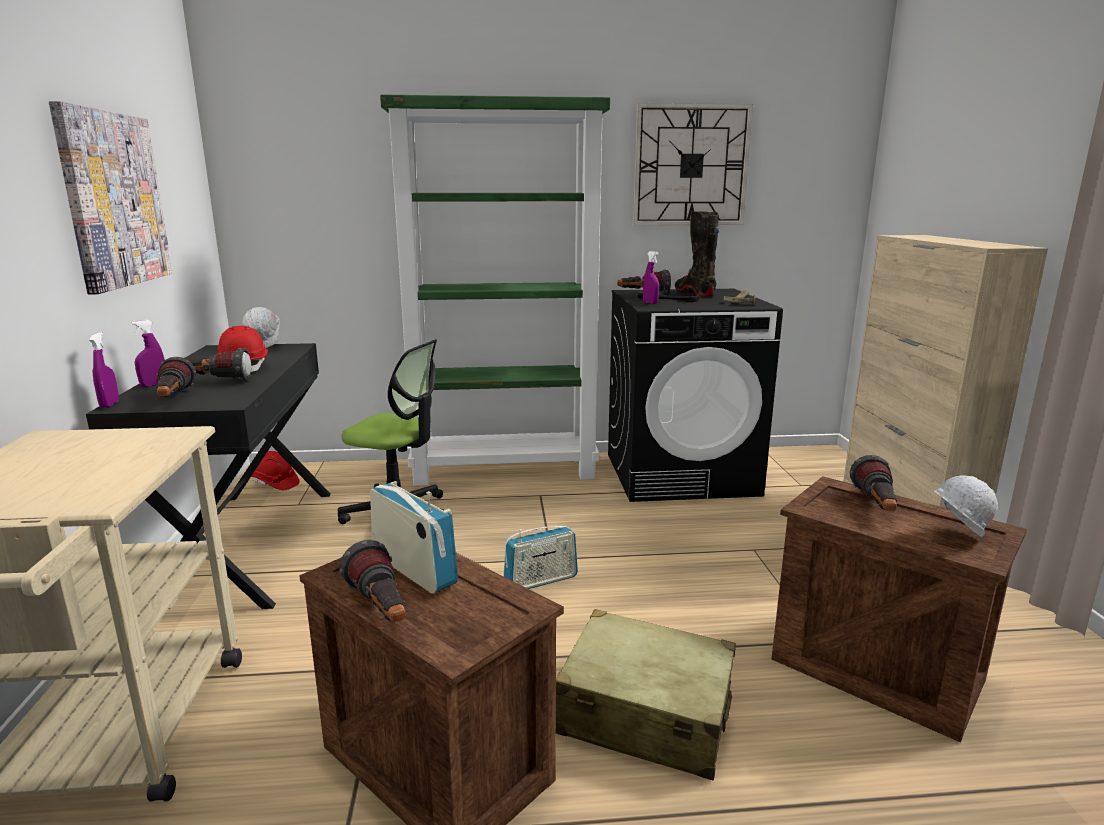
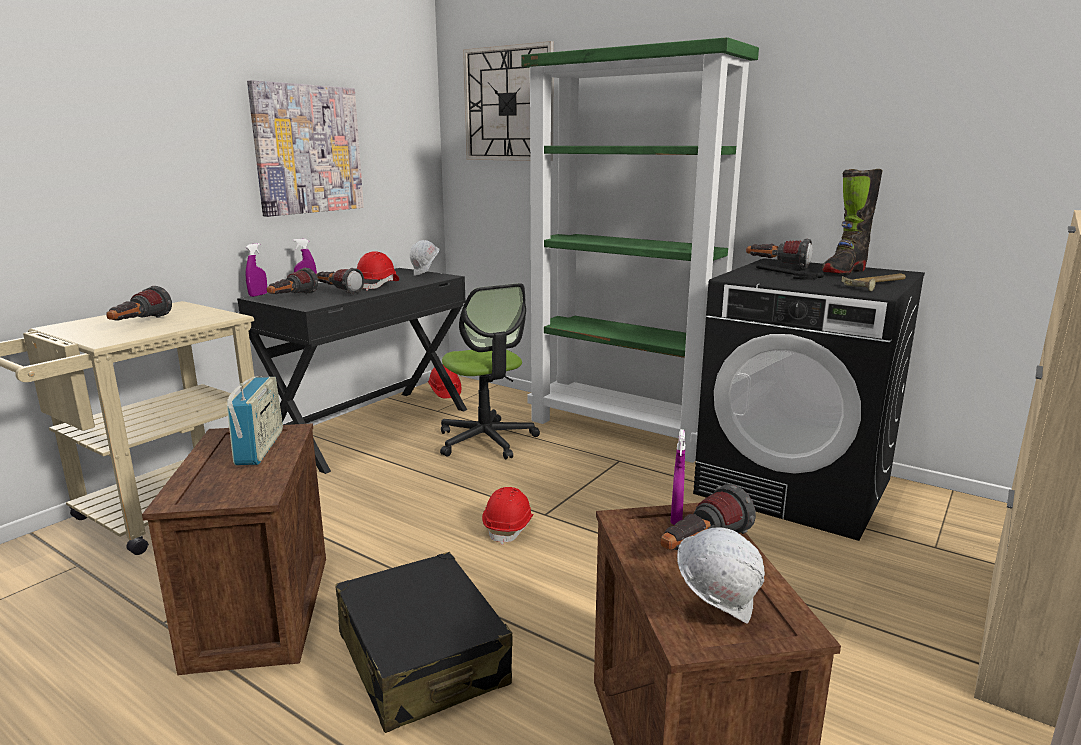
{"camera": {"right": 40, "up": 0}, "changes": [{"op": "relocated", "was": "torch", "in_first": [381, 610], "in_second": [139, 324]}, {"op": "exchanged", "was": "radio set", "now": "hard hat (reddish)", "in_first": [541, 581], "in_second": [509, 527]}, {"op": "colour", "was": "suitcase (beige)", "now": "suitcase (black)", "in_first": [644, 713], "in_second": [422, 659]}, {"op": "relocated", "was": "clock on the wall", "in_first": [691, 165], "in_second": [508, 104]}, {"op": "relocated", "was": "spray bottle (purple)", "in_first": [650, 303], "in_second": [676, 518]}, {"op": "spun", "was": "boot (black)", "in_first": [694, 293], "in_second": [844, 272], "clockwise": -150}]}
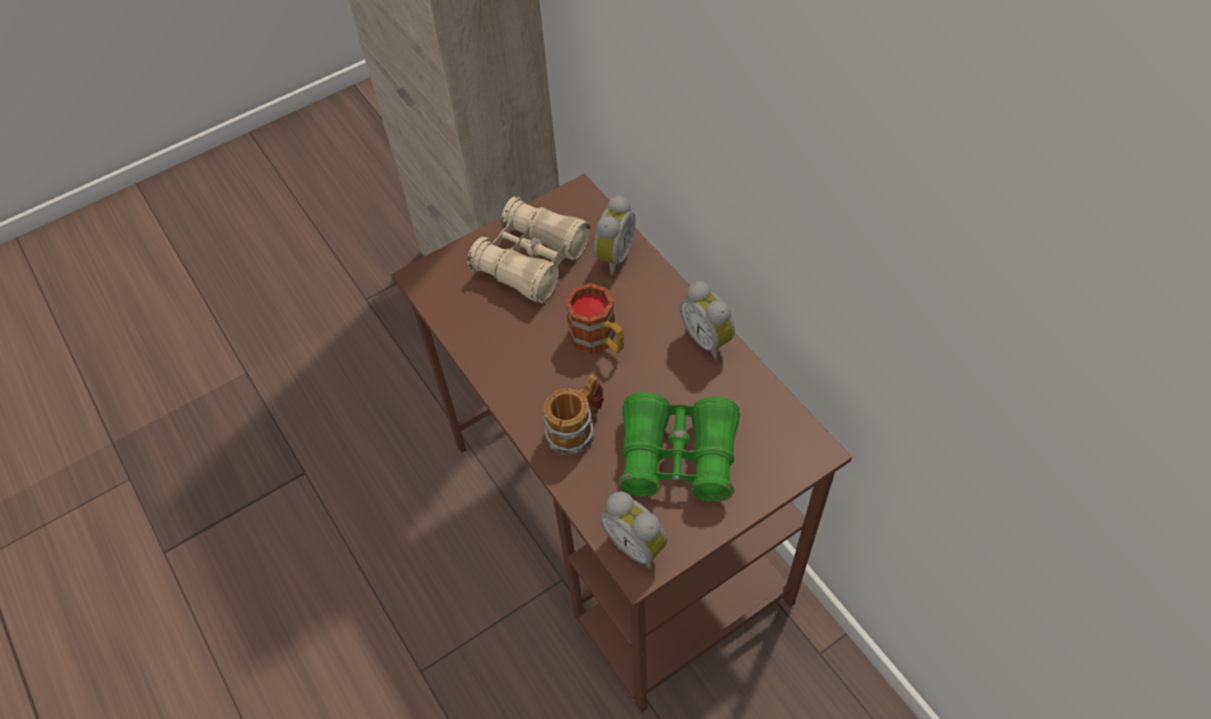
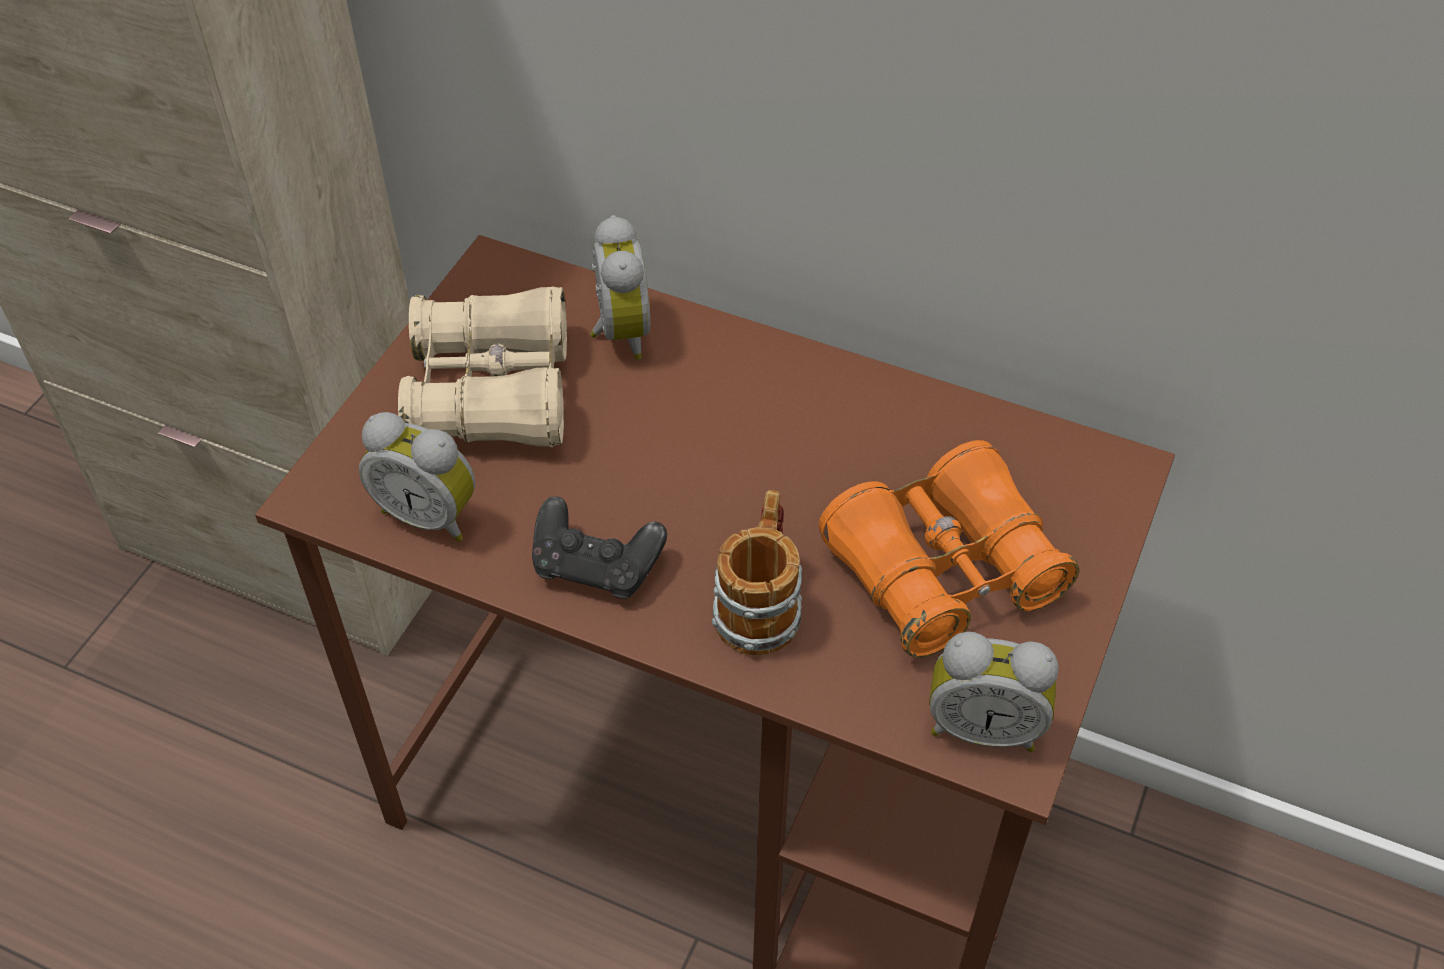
{"camera": {"right": -35, "up": -5}, "changes": [{"op": "missing", "was": "coffee mug", "in_first": [599, 340]}, {"op": "colour", "was": "pair of binoculars (green)", "now": "pair of binoculars (orange-coloured)", "in_first": [678, 457], "in_second": [943, 571]}, {"op": "relocated", "was": "table clock", "in_first": [708, 339], "in_second": [430, 514]}, {"op": "appeared", "now": "joypad (black)", "in_second": [597, 567]}]}
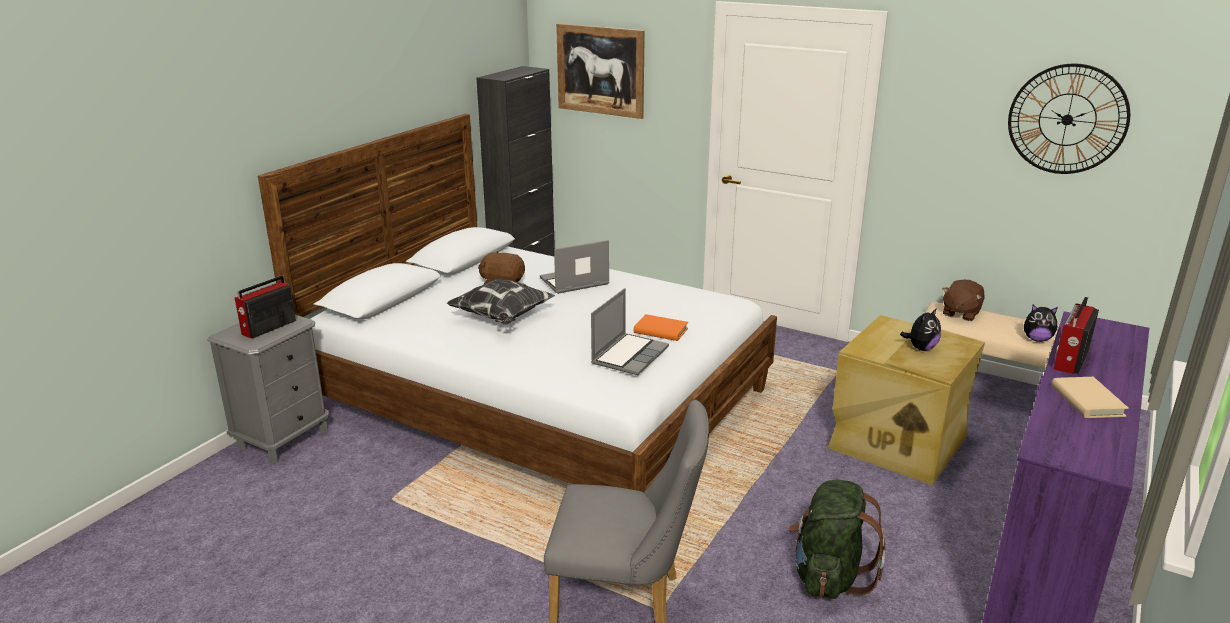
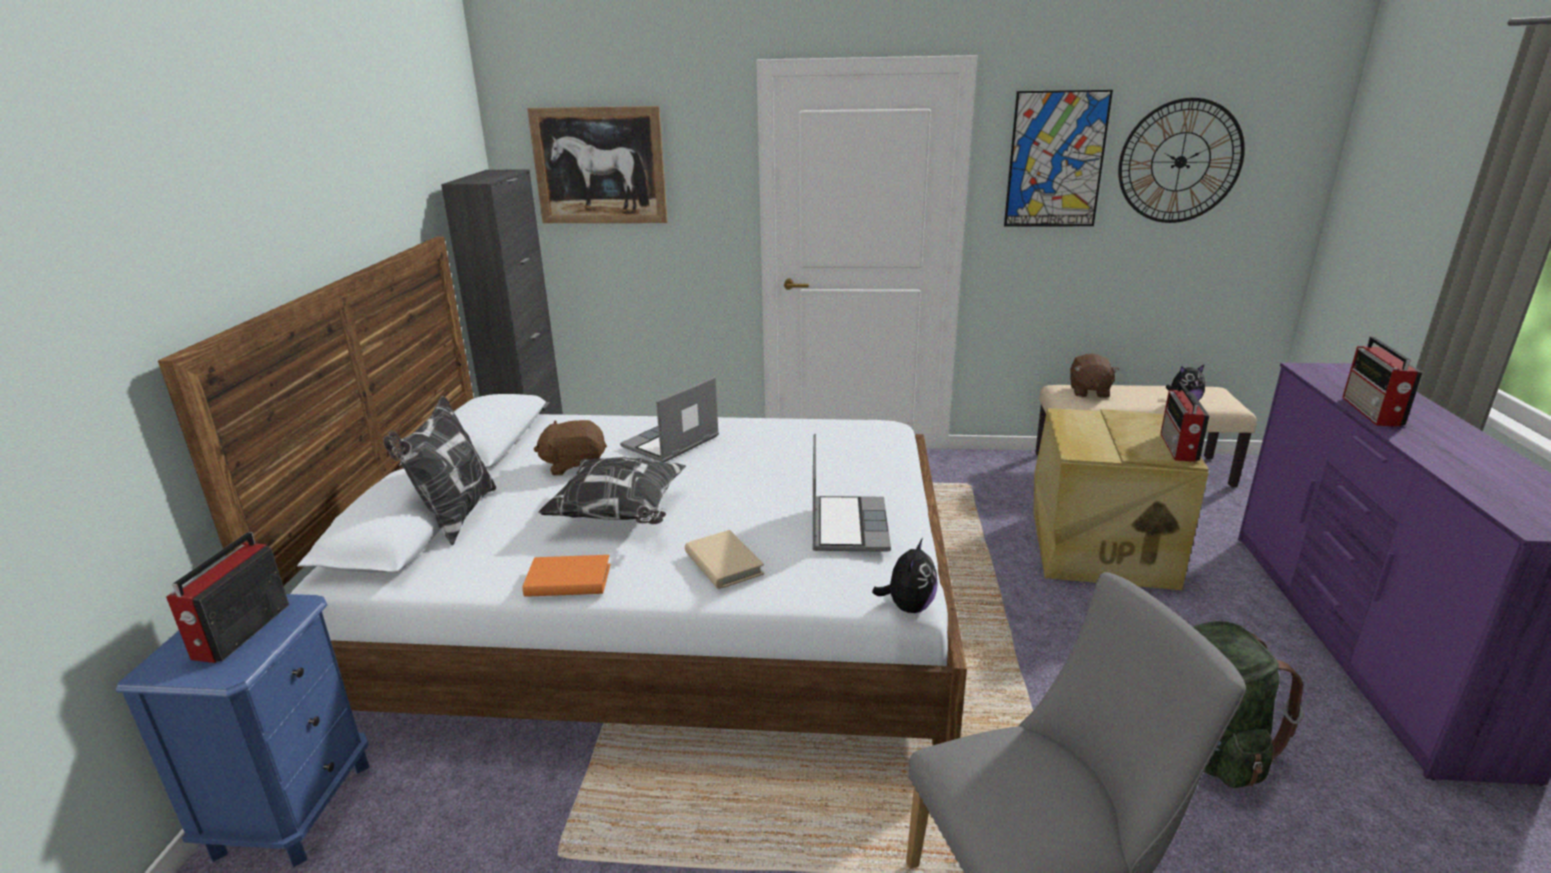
{"camera": {"right": -25, "up": 0}, "changes": [{"op": "colour", "was": "night table (greyish)", "now": "night table (bluish)", "in_first": [284, 439], "in_second": [293, 808]}, {"op": "relocated", "was": "book (orange-coloured)", "in_first": [660, 331], "in_second": [568, 581]}, {"op": "relocated", "was": "plush toy", "in_first": [921, 348], "in_second": [908, 606]}, {"op": "relocated", "was": "book (beige)", "in_first": [1087, 401], "in_second": [723, 563]}, {"op": "appeared", "now": "pillow", "in_second": [455, 517]}, {"op": "appeared", "now": "picture", "in_second": [1056, 160]}, {"op": "appeared", "now": "radio set", "in_second": [1178, 448]}]}
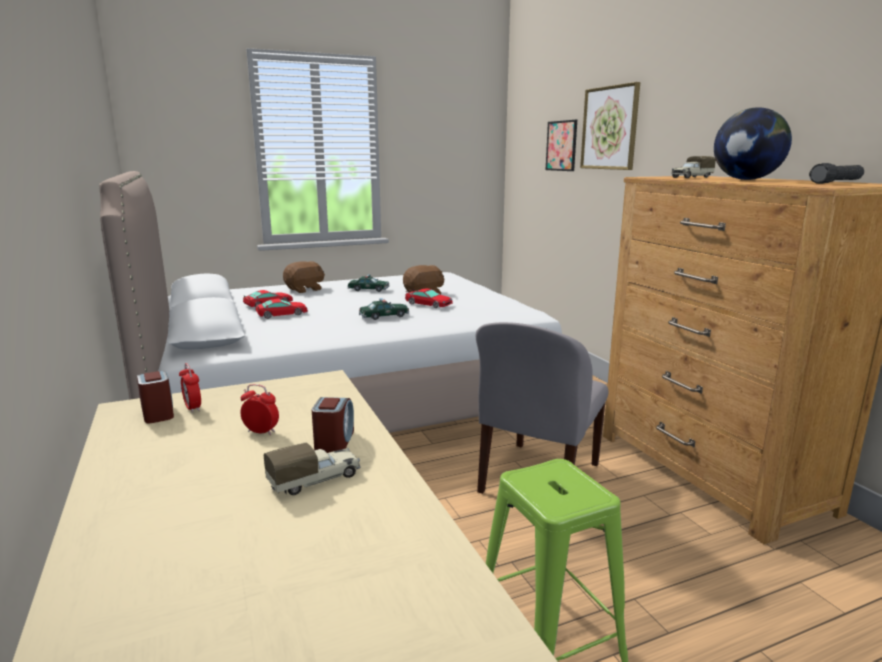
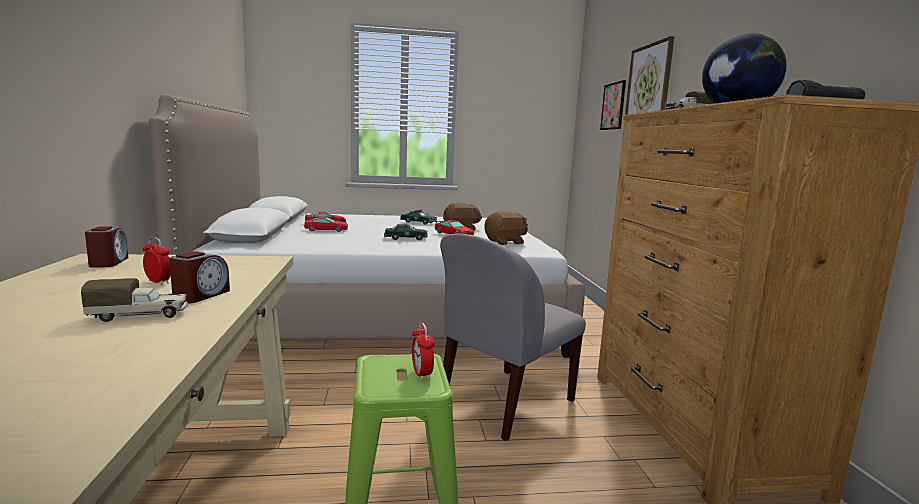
{"camera": {"right": 15, "up": -5}, "changes": [{"op": "relocated", "was": "table clock", "in_first": [193, 408], "in_second": [422, 374]}, {"op": "relocated", "was": "plush toy (brown-coloured)", "in_first": [305, 290], "in_second": [505, 242]}]}
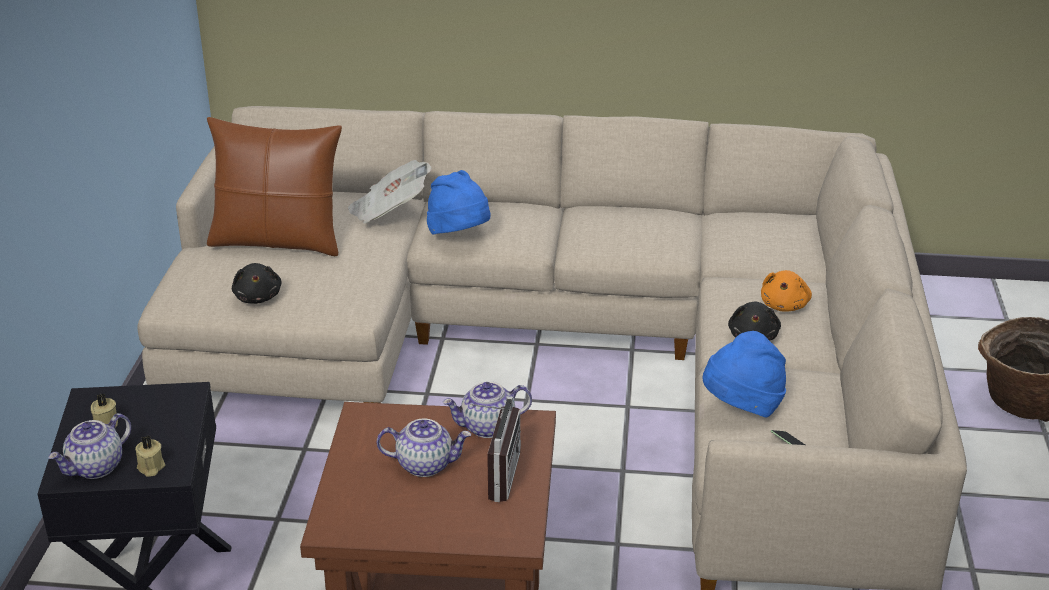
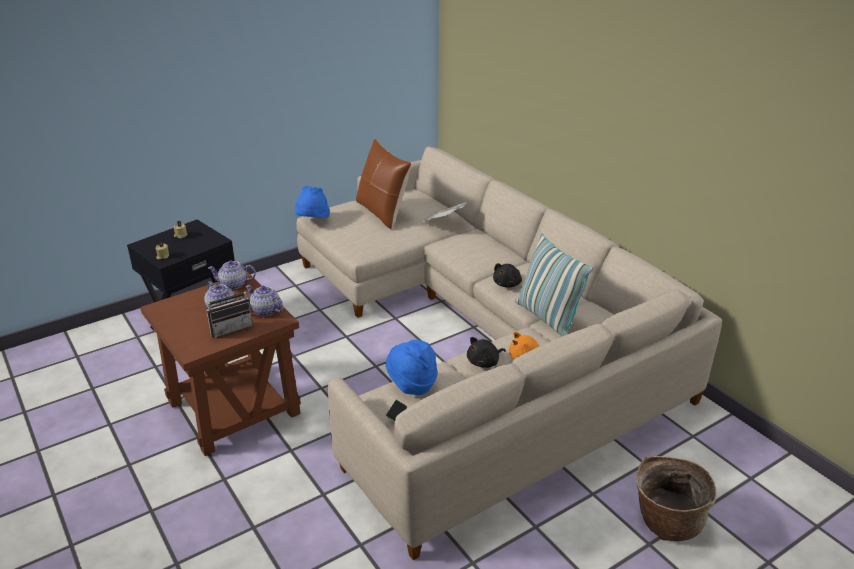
{"camera": {"right": 50, "up": 0}, "changes": [{"op": "relocated", "was": "pot for tea", "in_first": [96, 468], "in_second": [233, 284]}, {"op": "relocated", "was": "plush toy (black)", "in_first": [258, 297], "in_second": [507, 284]}, {"op": "relocated", "was": "clothing hat (bluish)", "in_first": [460, 235], "in_second": [312, 221]}, {"op": "appeared", "now": "pillow", "in_second": [547, 317]}]}
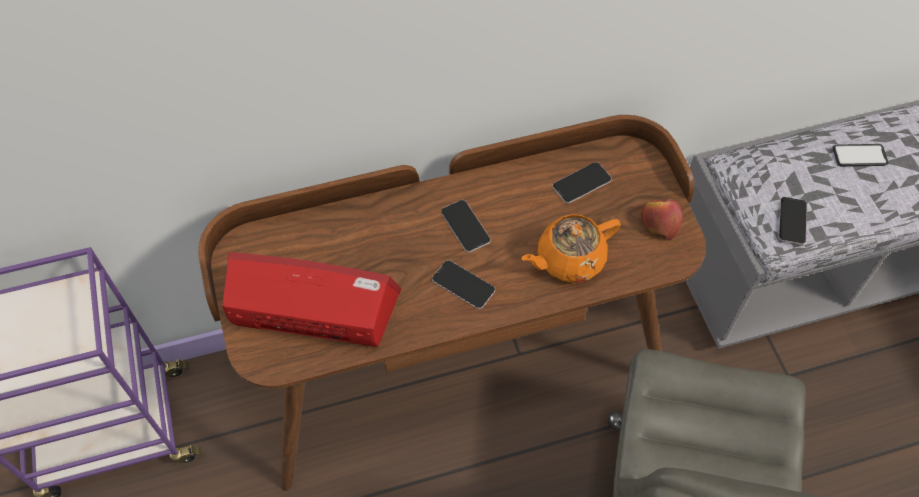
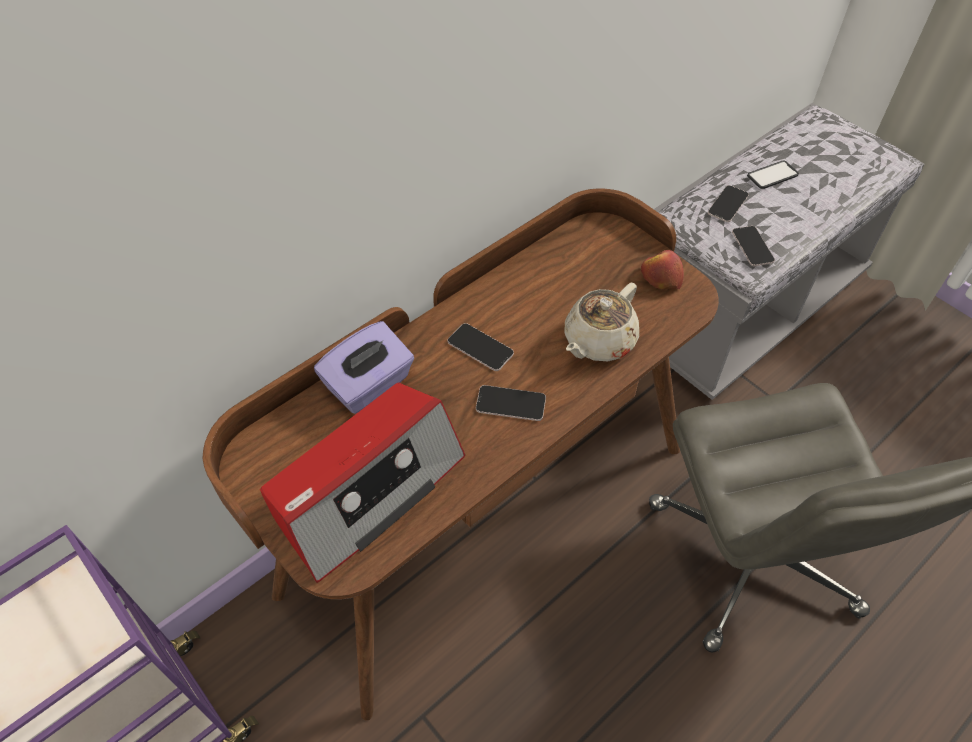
{"camera": {"right": -25, "up": -5}, "changes": [{"op": "spun", "was": "radio set", "in_first": [313, 309], "in_second": [366, 489], "clockwise": 150}, {"op": "colour", "was": "pot for tea (orange-coloured)", "now": "pot for tea (beige)", "in_first": [568, 259], "in_second": [598, 341]}, {"op": "relocated", "was": "phone", "in_first": [581, 183], "in_second": [728, 204]}, {"op": "appeared", "now": "tissue box (purple)", "in_second": [369, 385]}]}
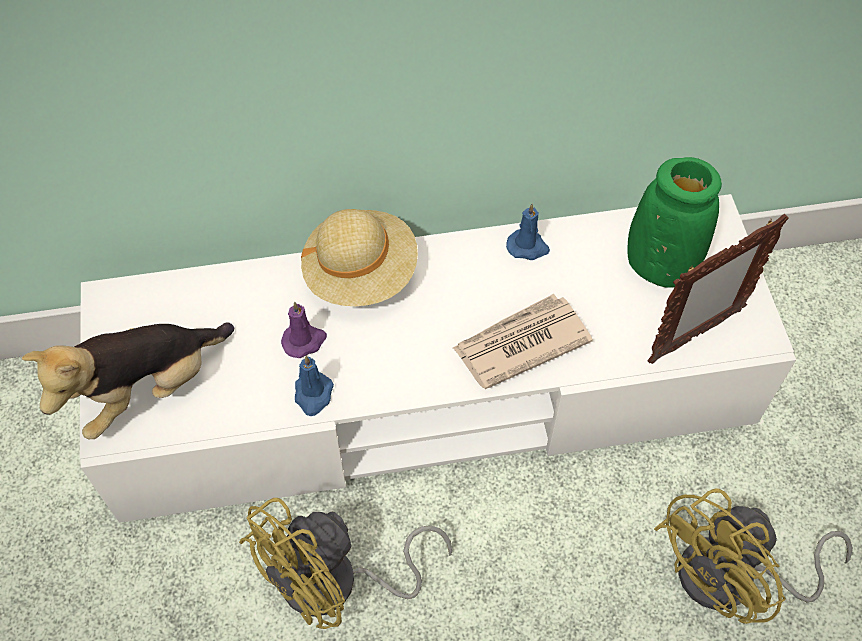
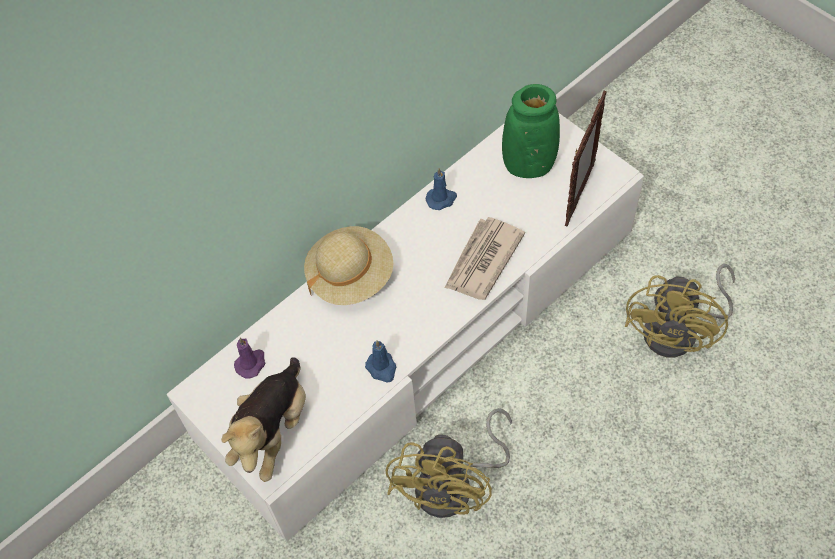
{"camera": {"right": -30, "up": 0}, "changes": [{"op": "relocated", "was": "wax candle (purple)", "in_first": [304, 341], "in_second": [251, 363]}]}
